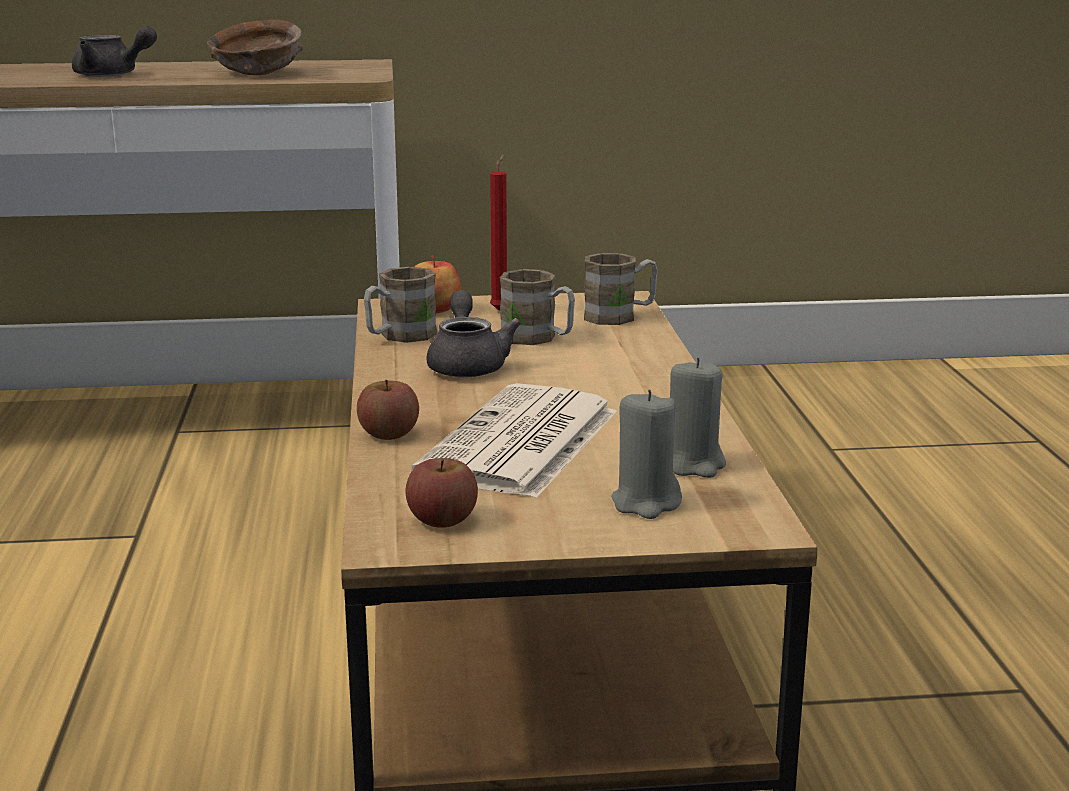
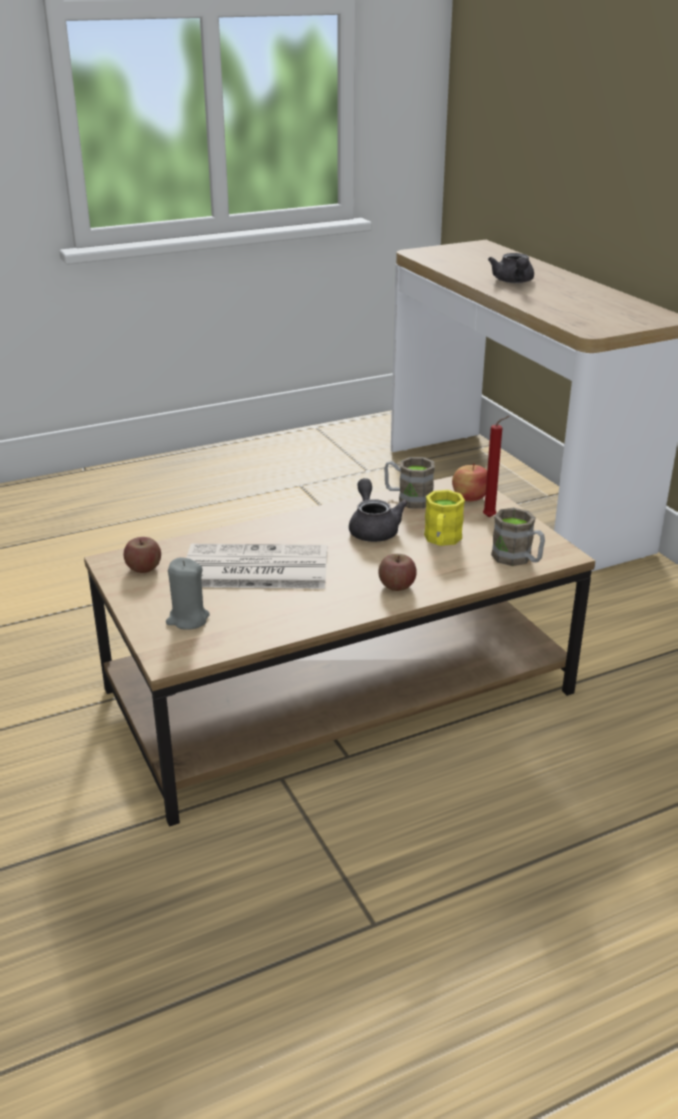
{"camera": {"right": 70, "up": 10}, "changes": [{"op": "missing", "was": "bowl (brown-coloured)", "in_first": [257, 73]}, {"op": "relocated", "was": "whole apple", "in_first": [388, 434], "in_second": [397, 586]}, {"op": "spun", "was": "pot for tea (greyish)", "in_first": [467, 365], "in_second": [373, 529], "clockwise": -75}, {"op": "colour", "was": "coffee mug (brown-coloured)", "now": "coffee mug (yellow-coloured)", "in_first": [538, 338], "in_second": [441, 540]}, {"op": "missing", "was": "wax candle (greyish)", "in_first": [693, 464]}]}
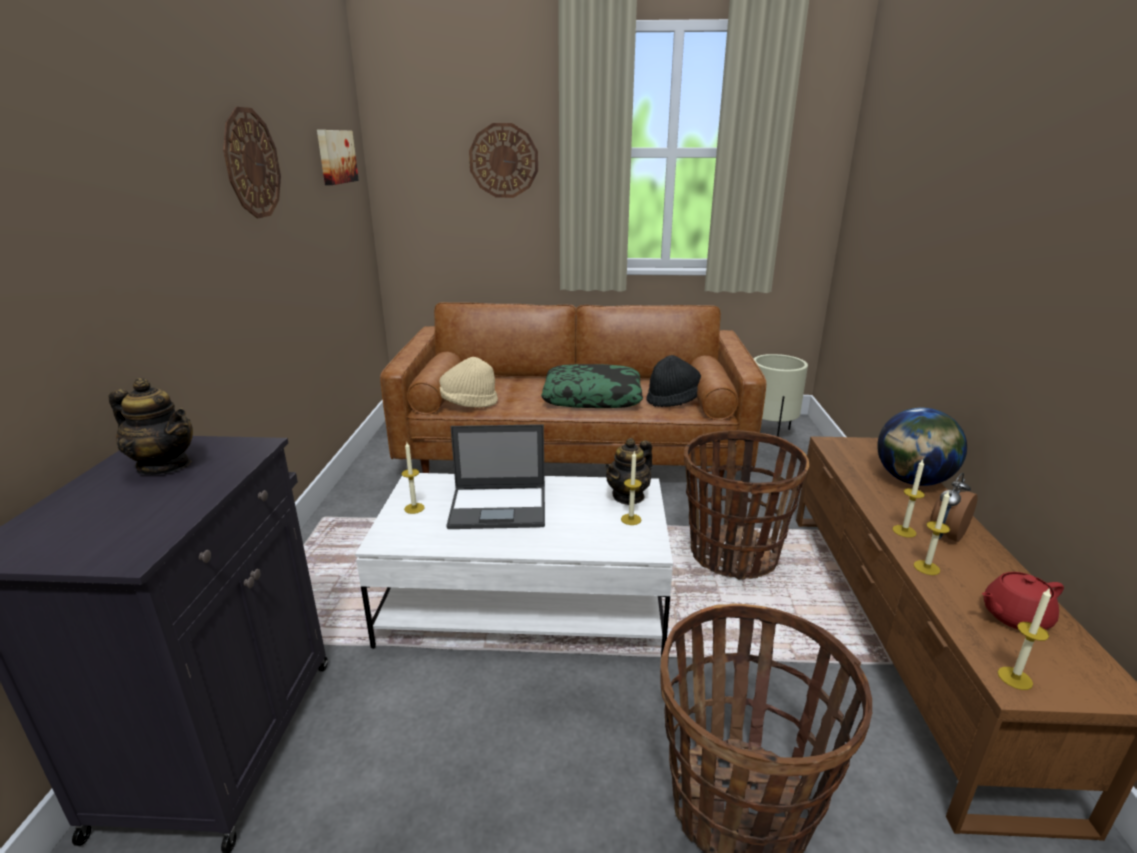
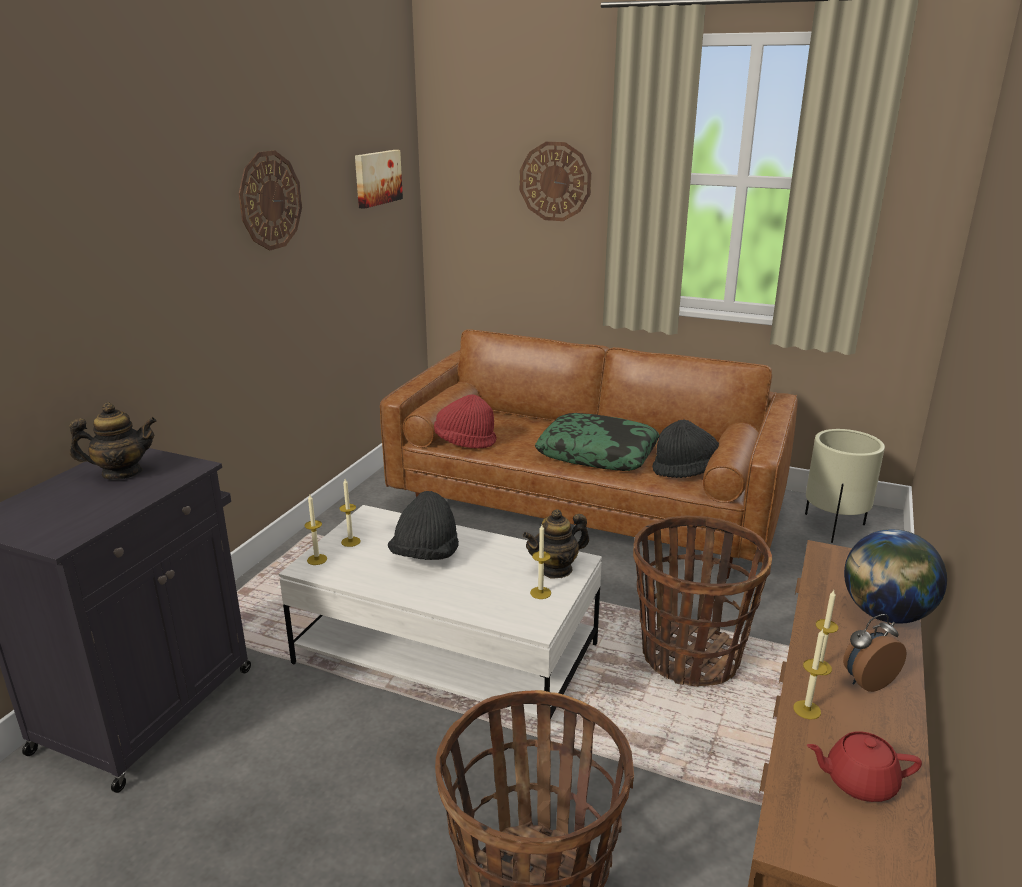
{"camera": {"right": 20, "up": 0}, "changes": [{"op": "spun", "was": "pot for tea", "in_first": [165, 465], "in_second": [122, 473], "clockwise": -60}, {"op": "colour", "was": "clothing hat (beige)", "now": "clothing hat (reddish)", "in_first": [467, 403], "in_second": [464, 441]}, {"op": "exchanged", "was": "notebook computer", "now": "clothing hat (black)", "in_first": [500, 507], "in_second": [425, 556]}, {"op": "relocated", "was": "wax candle", "in_first": [1015, 678], "in_second": [317, 559]}]}
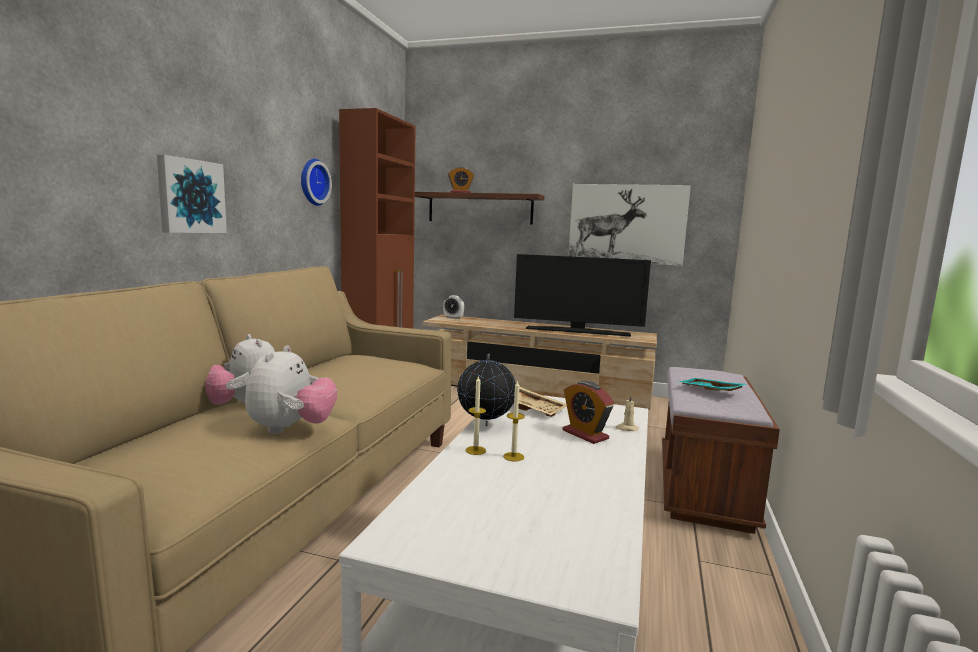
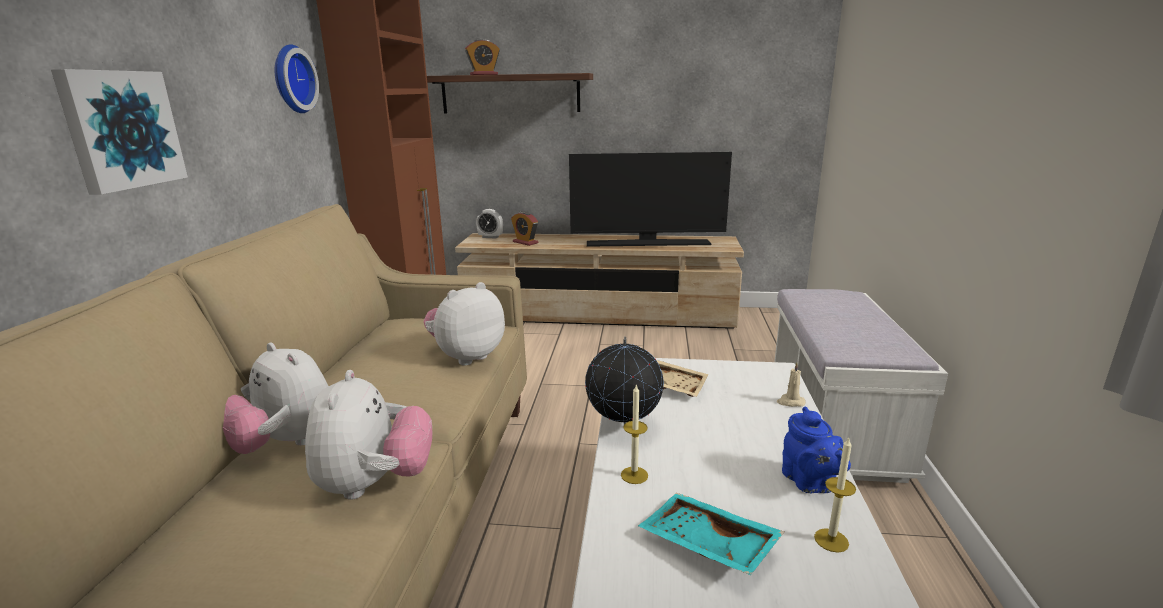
{"camera": {"right": -10, "up": 10}, "changes": [{"op": "relocated", "was": "wax candle", "in_first": [513, 456], "in_second": [831, 540]}, {"op": "relocated", "was": "table clock", "in_first": [585, 434], "in_second": [525, 242]}, {"op": "missing", "was": "picture", "in_first": [627, 224]}, {"op": "colour", "was": "indoor bench (brown-coloured)", "now": "indoor bench (white)", "in_first": [704, 488], "in_second": [833, 428]}, {"op": "relocated", "was": "tray (turquoise-coloured)", "in_first": [710, 391], "in_second": [706, 546]}, {"op": "appeared", "now": "plush toy", "in_second": [466, 356]}, {"op": "appeared", "now": "pot for tea (bluish)", "in_second": [809, 483]}]}
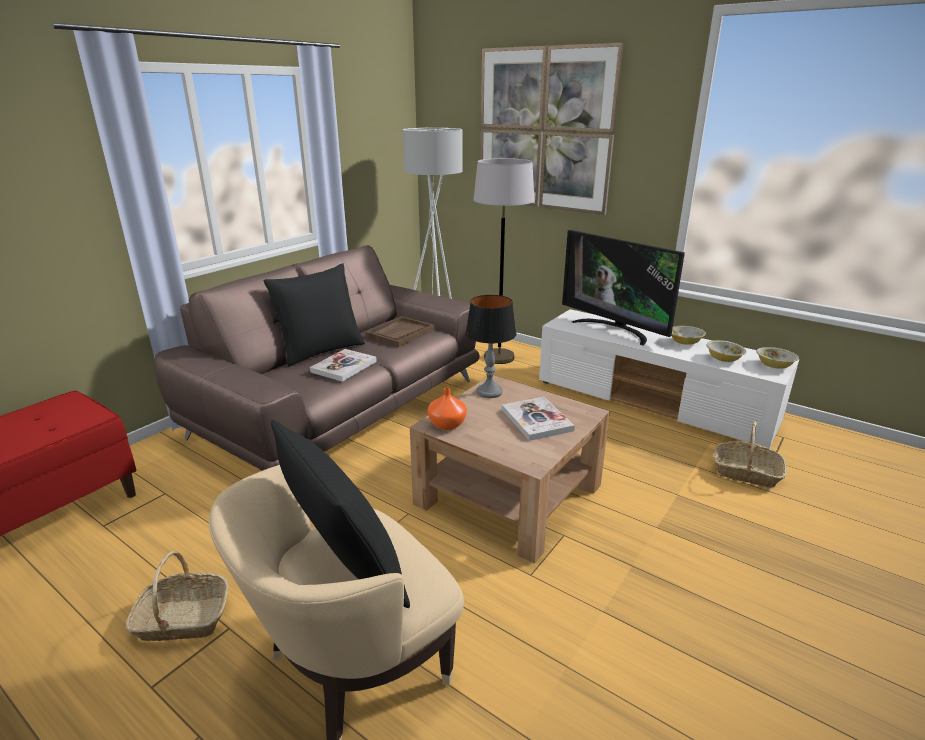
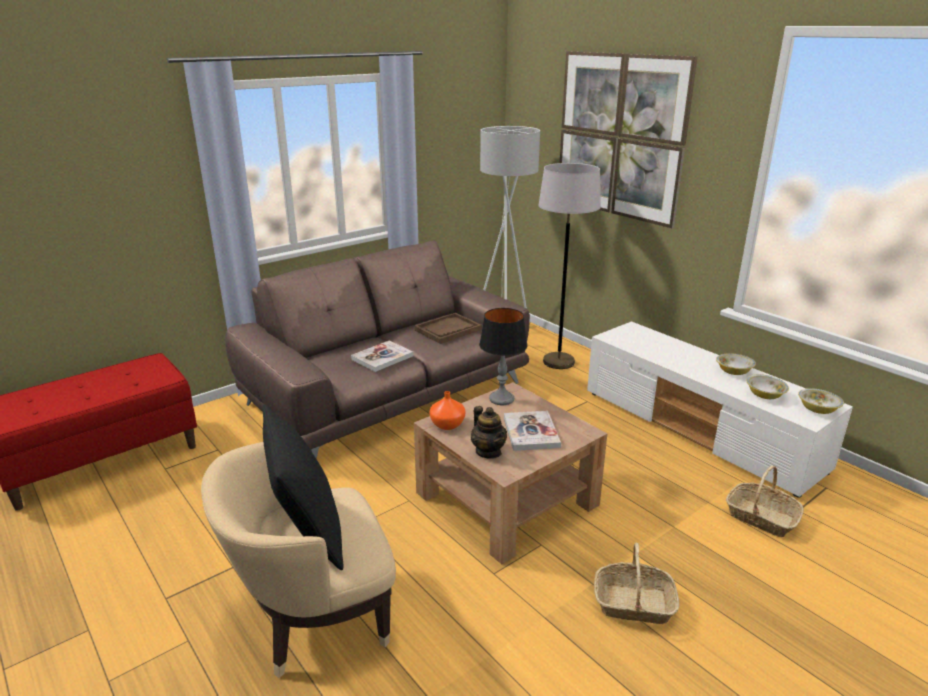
{"camera": {"right": 15, "up": 0}, "changes": [{"op": "relocated", "was": "storage basket", "in_first": [183, 619], "in_second": [633, 604]}, {"op": "missing", "was": "pillow (black)", "in_first": [320, 350]}, {"op": "missing", "was": "TV set", "in_first": [614, 329]}, {"op": "appeared", "now": "pot for tea", "in_second": [488, 452]}]}
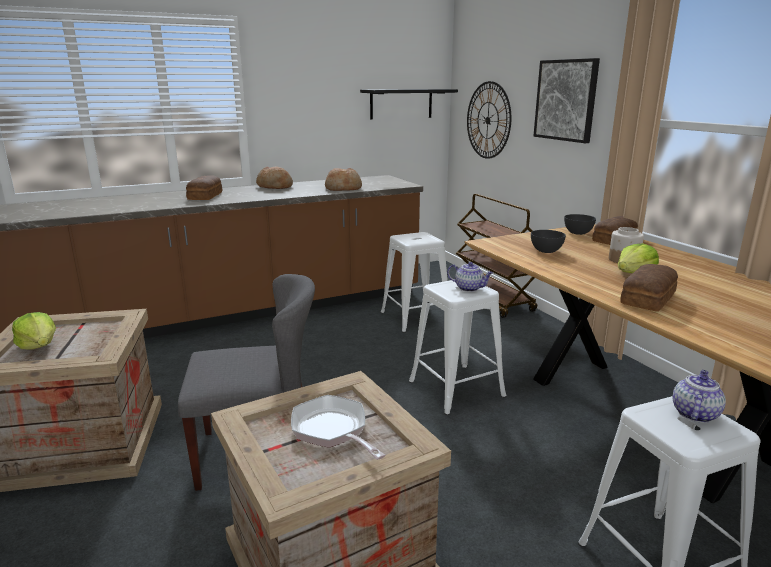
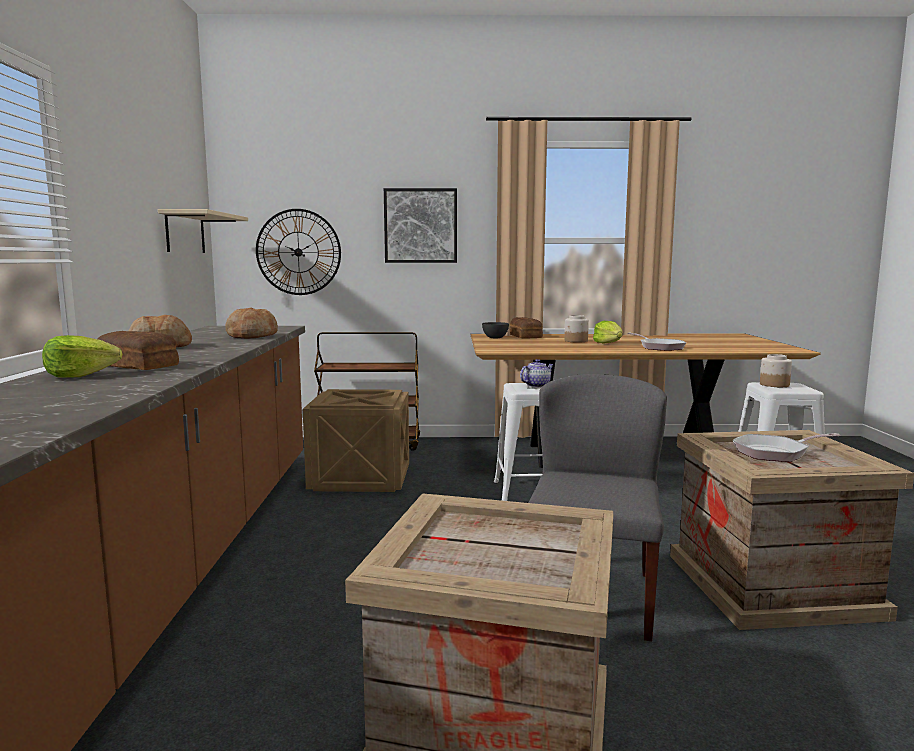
{"camera": {"right": -65, "up": -10}, "changes": [{"op": "relocated", "was": "lettuce", "in_first": [39, 346], "in_second": [80, 375]}, {"op": "colour", "was": "wall shelf (black)", "now": "wall shelf (beige)", "in_first": [401, 104], "in_second": [185, 233]}, {"op": "exchanged", "was": "stool (white)", "now": "packing crate", "in_first": [415, 317], "in_second": [362, 478]}, {"op": "missing", "was": "bowl (greyish)", "in_first": [546, 251]}, {"op": "exchanged", "was": "bread", "now": "frying pan", "in_first": [649, 298], "in_second": [659, 347]}, {"op": "exchanged", "was": "pot for tea", "now": "storage jar", "in_first": [694, 413], "in_second": [774, 384]}]}
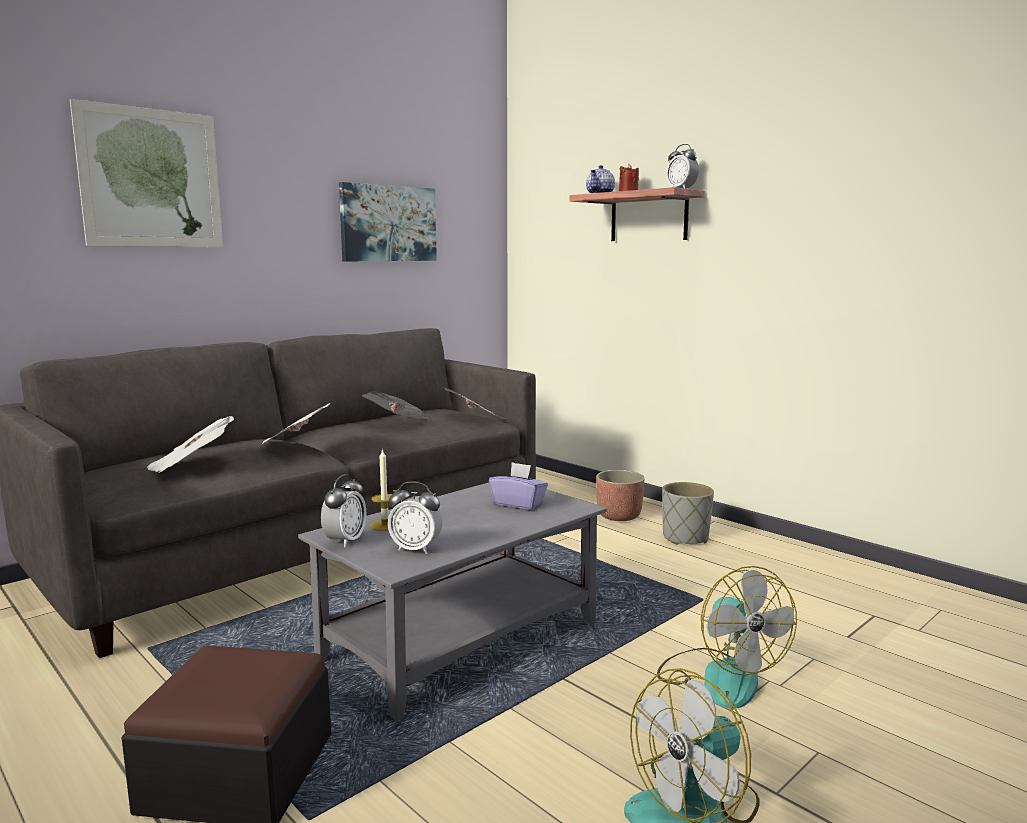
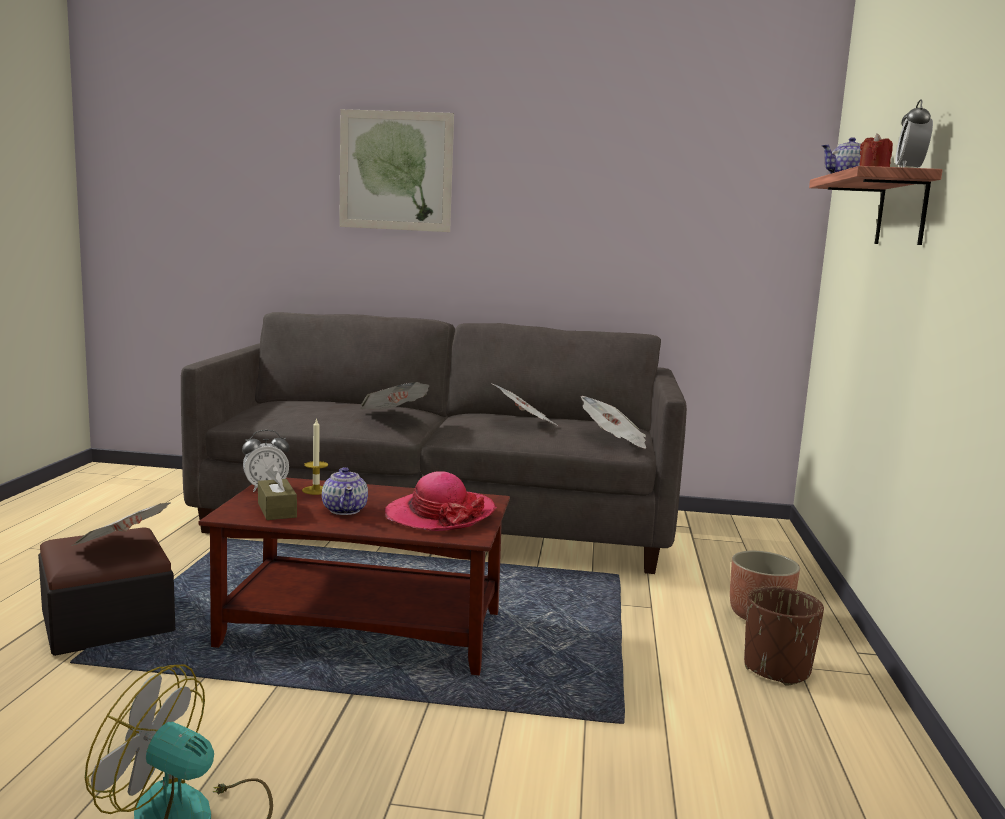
{"camera": {"right": 50, "up": 0}, "changes": [{"op": "relocated", "was": "newspaper", "in_first": [191, 467], "in_second": [122, 547]}, {"op": "colour", "was": "coffee table (greyish)", "now": "coffee table (brown-coloured)", "in_first": [463, 640], "in_second": [365, 629]}, {"op": "missing", "was": "picture", "in_first": [388, 223]}, {"op": "exchanged", "was": "table clock", "now": "tissue box (brown-coloured)", "in_first": [416, 549], "in_second": [277, 510]}, {"op": "exchanged", "was": "tissue box (purple)", "now": "clothing hat", "in_first": [518, 504], "in_second": [439, 515]}, {"op": "missing", "was": "fan", "in_first": [719, 676]}, {"op": "colour", "was": "flower pot (greyish)", "now": "flower pot (brown-coloured)", "in_first": [685, 538], "in_second": [777, 669]}, {"op": "appeared", "now": "pot for tea", "in_second": [345, 510]}]}
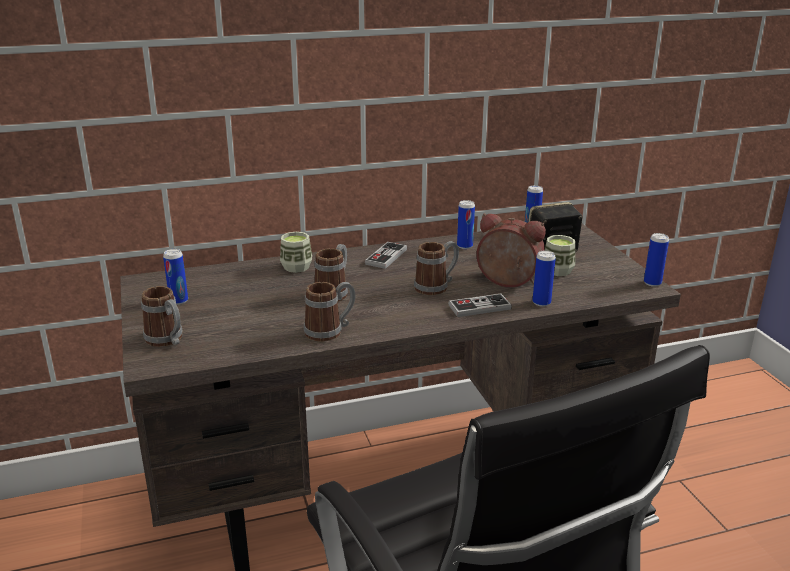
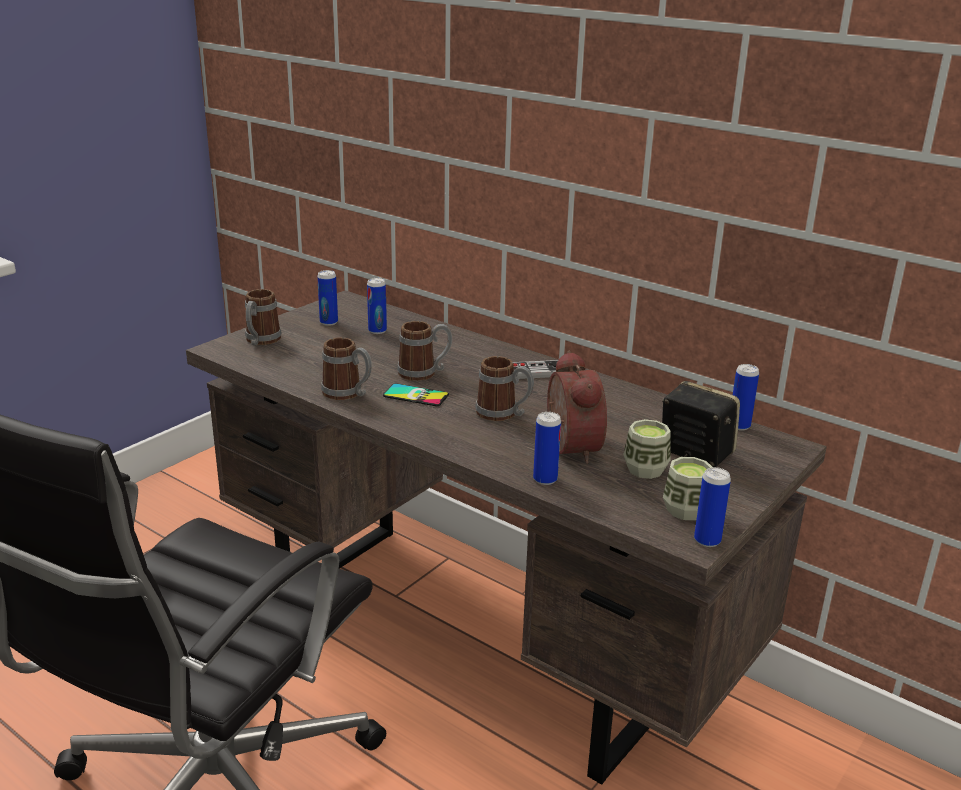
{"camera": {"right": 55, "up": 0}, "changes": [{"op": "relocated", "was": "small cup", "in_first": [296, 267], "in_second": [685, 510]}, {"op": "missing", "was": "joypad", "in_first": [479, 307]}, {"op": "relocated", "was": "metal can", "in_first": [464, 246], "in_second": [377, 331]}, {"op": "appeared", "now": "phone", "in_second": [416, 395]}]}
